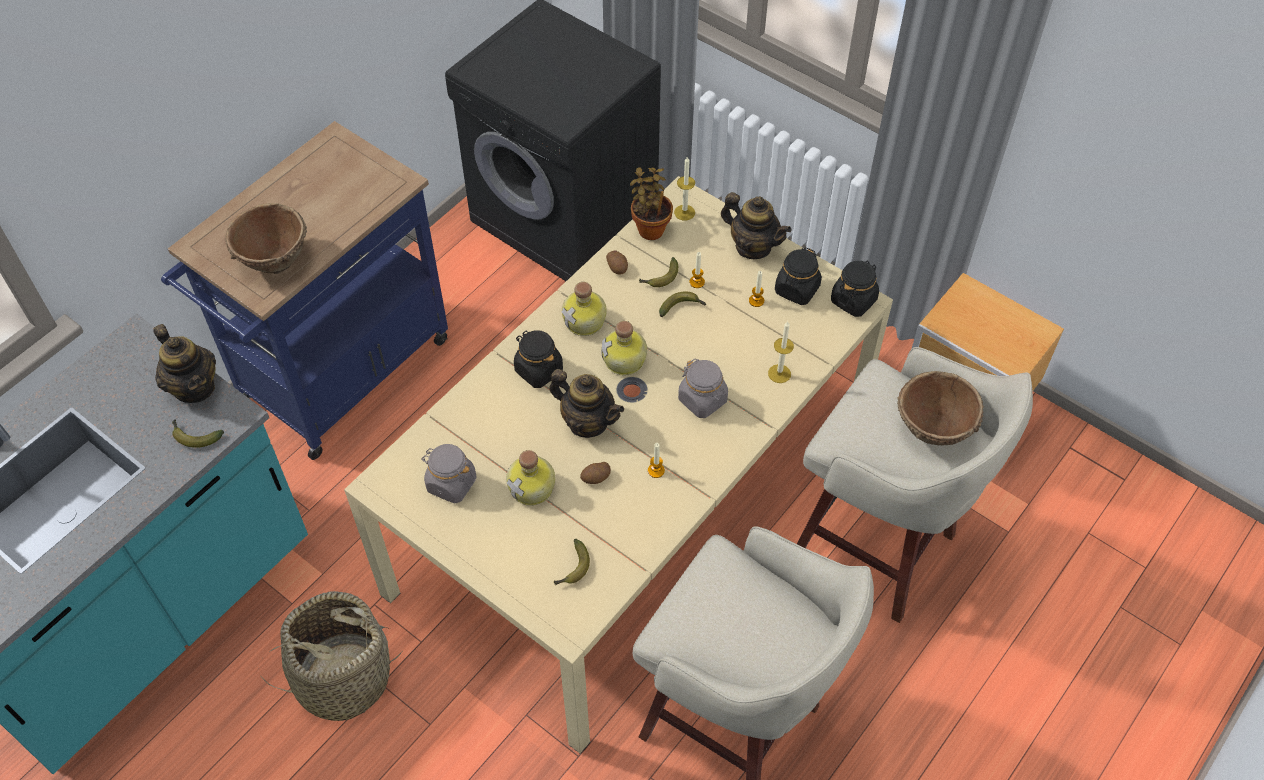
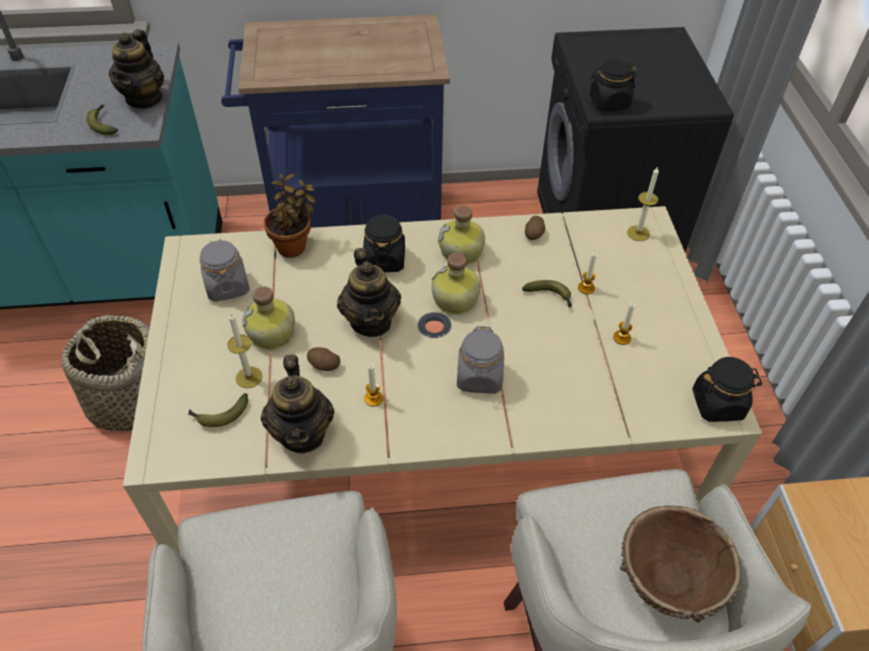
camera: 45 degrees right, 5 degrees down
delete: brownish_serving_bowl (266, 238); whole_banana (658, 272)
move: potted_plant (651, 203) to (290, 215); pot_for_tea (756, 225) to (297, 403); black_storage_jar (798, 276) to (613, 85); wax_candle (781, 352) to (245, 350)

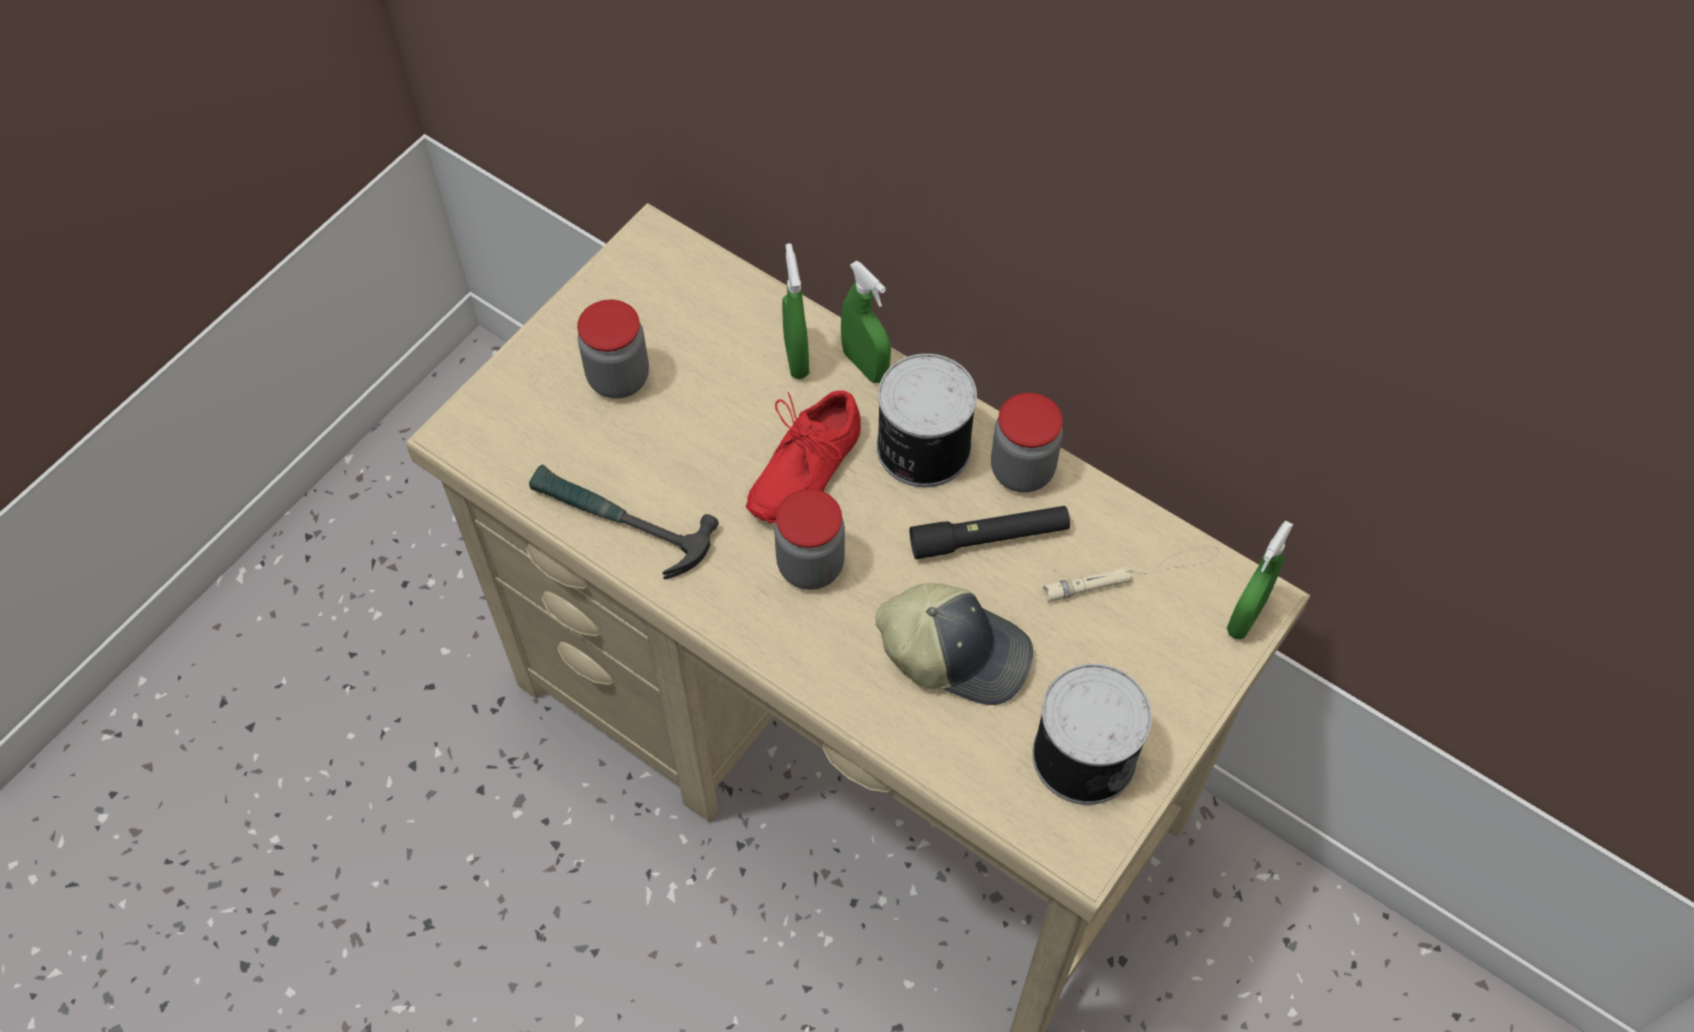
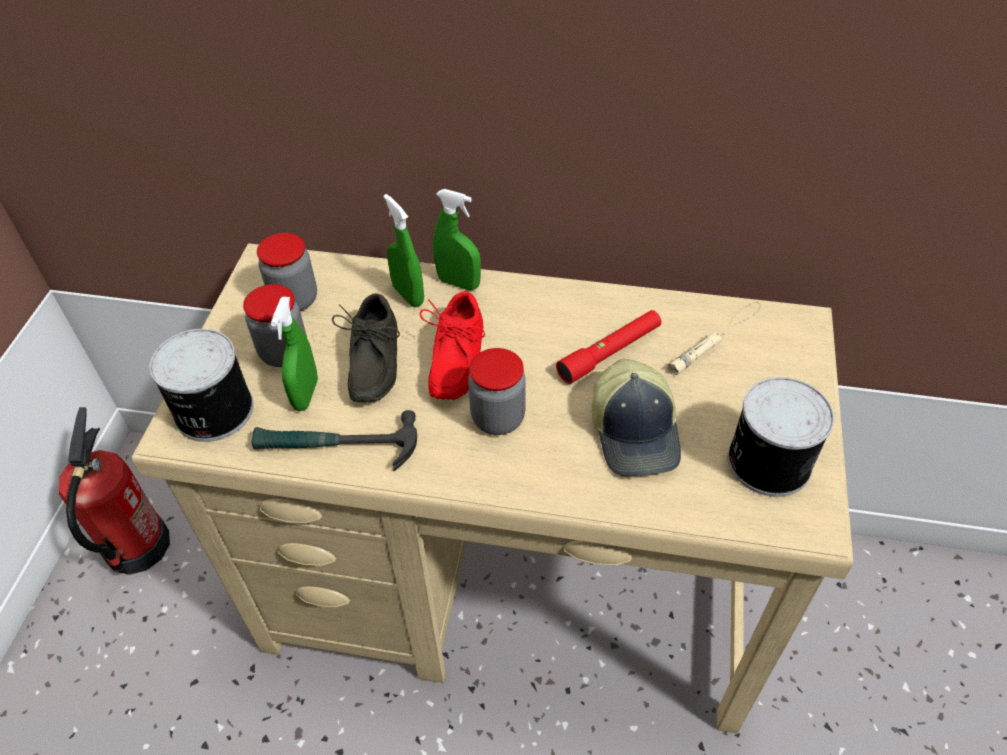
camera: 25 degrees left, 10 degrees down
insert: gray_item_of_footwear (366, 348); extinguisher (114, 491)
move: sealed_can (927, 420) to (201, 385); storage_jar (1027, 443) to (287, 272); green-coloured_sprayer (1260, 579) to (294, 354)
recolor: black_torch (990, 532) to red-coloured_torch (608, 347)
rotate: peaked_cap (954, 644) = (636, 417) 90 degrees clockwise

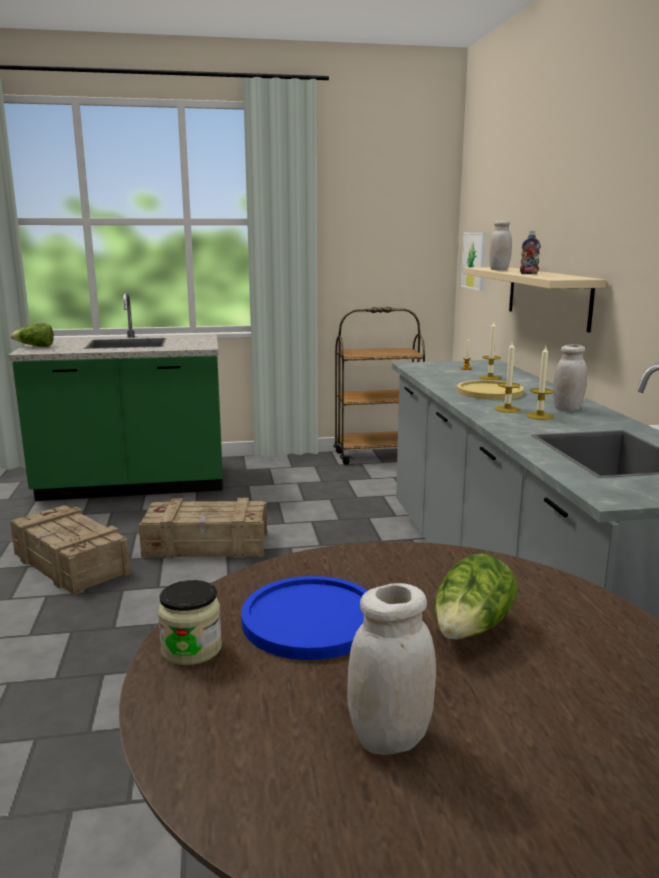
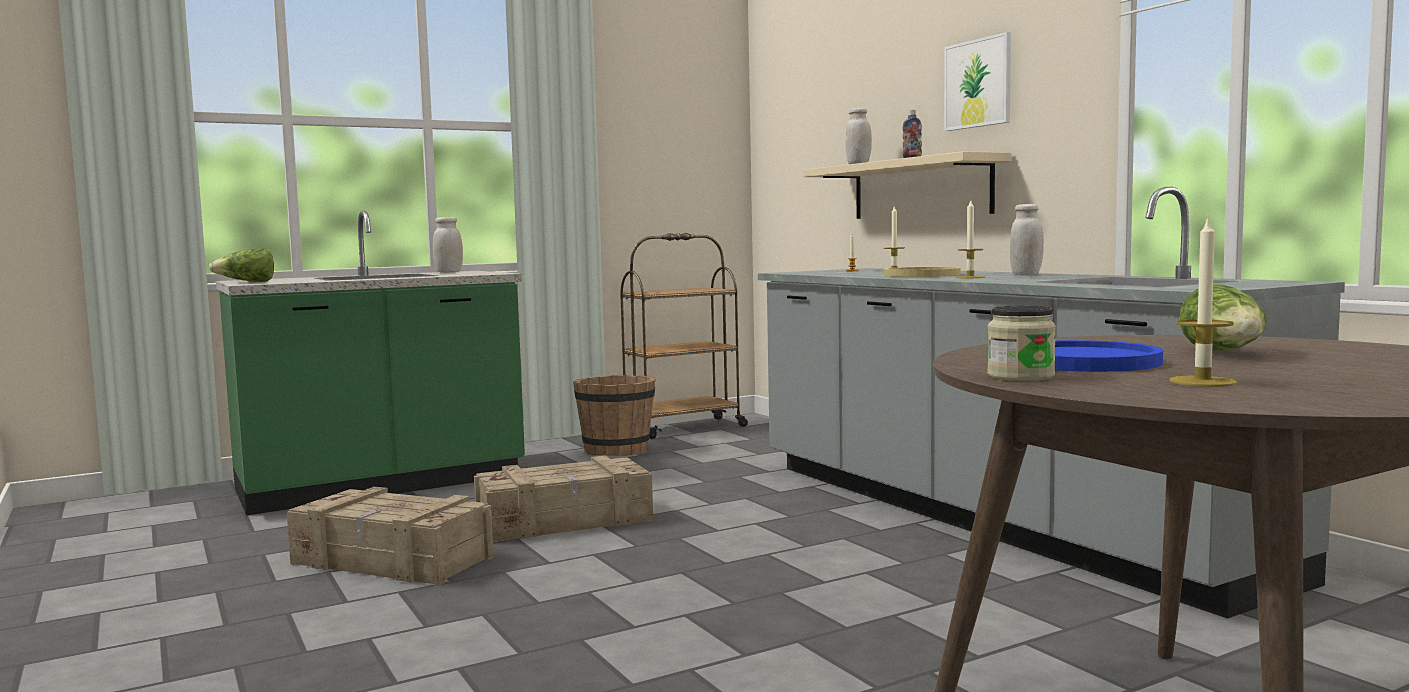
camera: 20 degrees left, 10 degrees down
insert: brownish_pail (614, 415)
move: wall_art (473, 262) to (977, 81); wax_candle (540, 383) to (1203, 302); white-coloured_storage_jar (391, 669) to (448, 245)

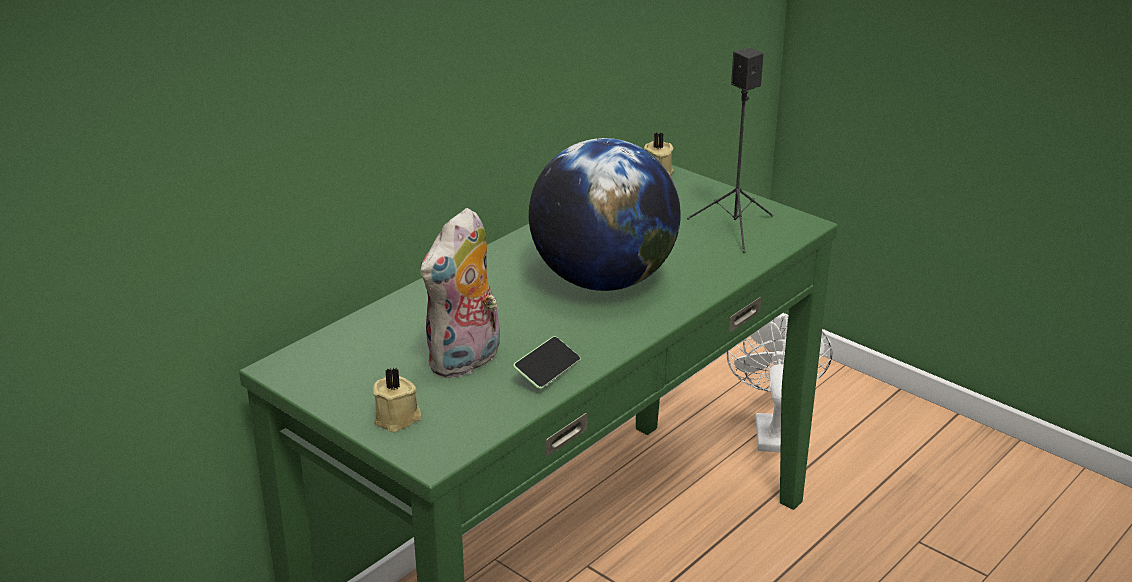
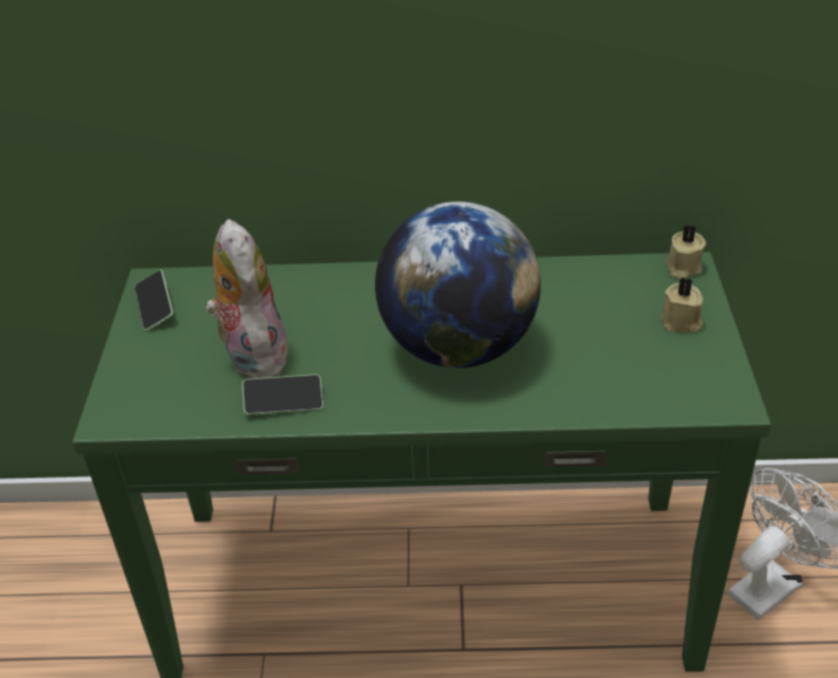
camera: 50 degrees right, 10 degrees up
delete: black_loudspeaker (730, 150)
insert: telephone (153, 300)
move: sand-coloured_wax_candle (397, 399) to (681, 305)
rotate: plush_toy (460, 293) = (247, 299) 75 degrees clockwise

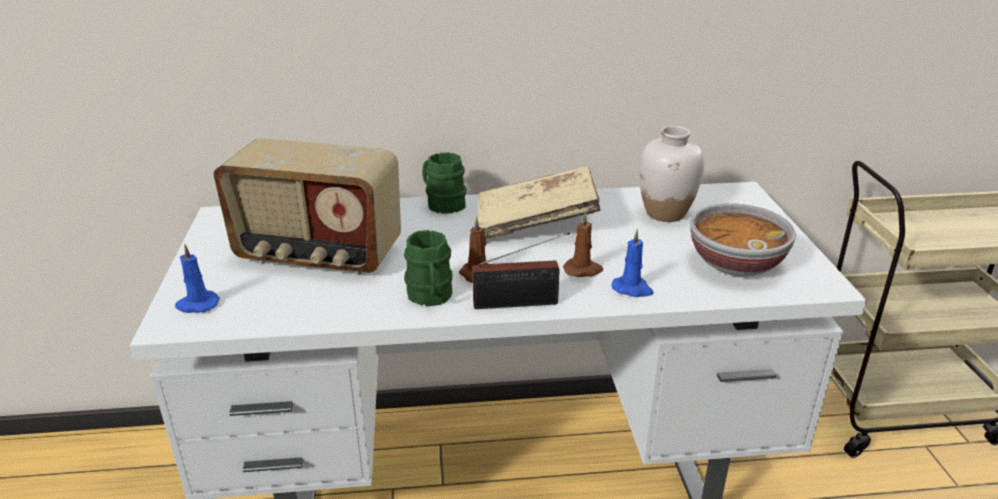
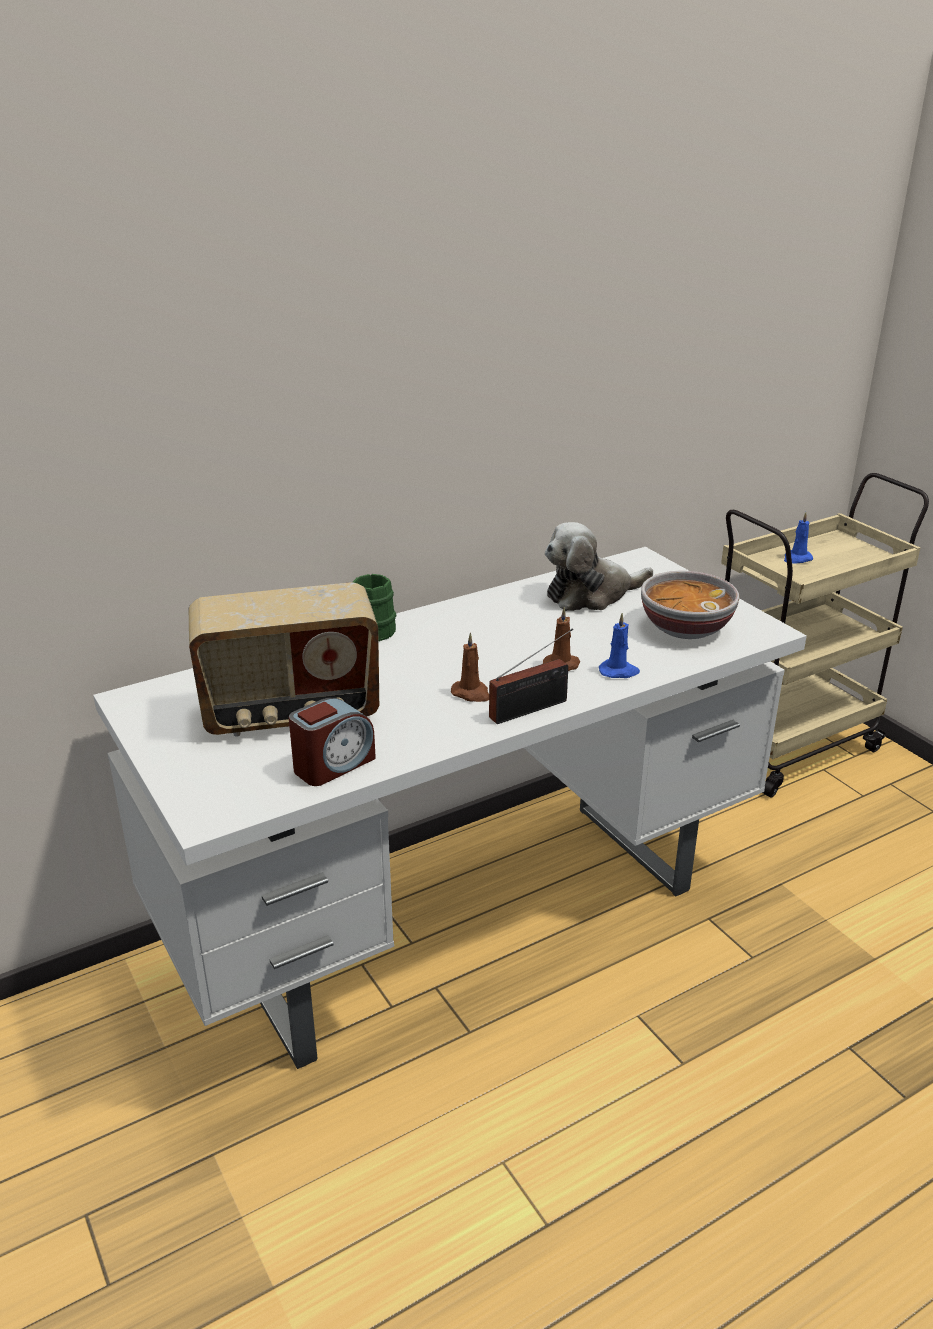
camera: 25 degrees left, 0 degrees up
delete: sand-coloured_bound_book (539, 202); green-coloured_tea_mug (428, 268)
insert: bedside_clock (332, 742)
move: bluish_wax_candle (197, 278) to (798, 538)
replace: white-coloured_vase (671, 174) to plush_toy (599, 566)

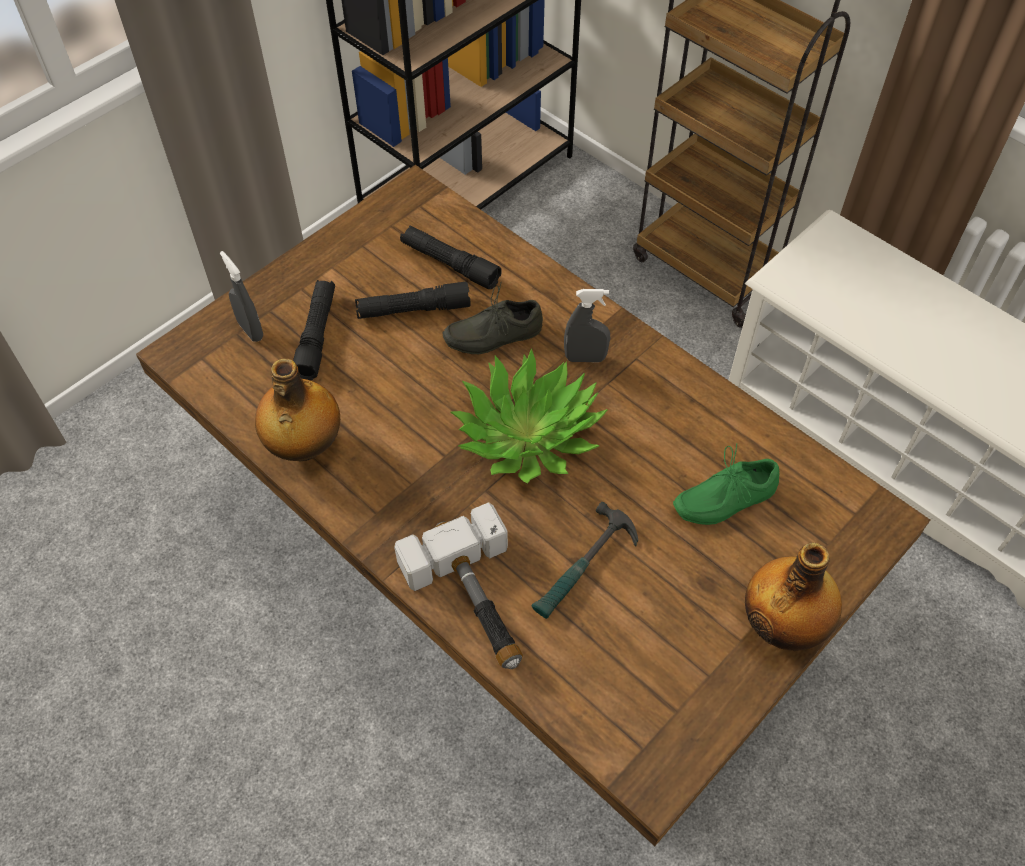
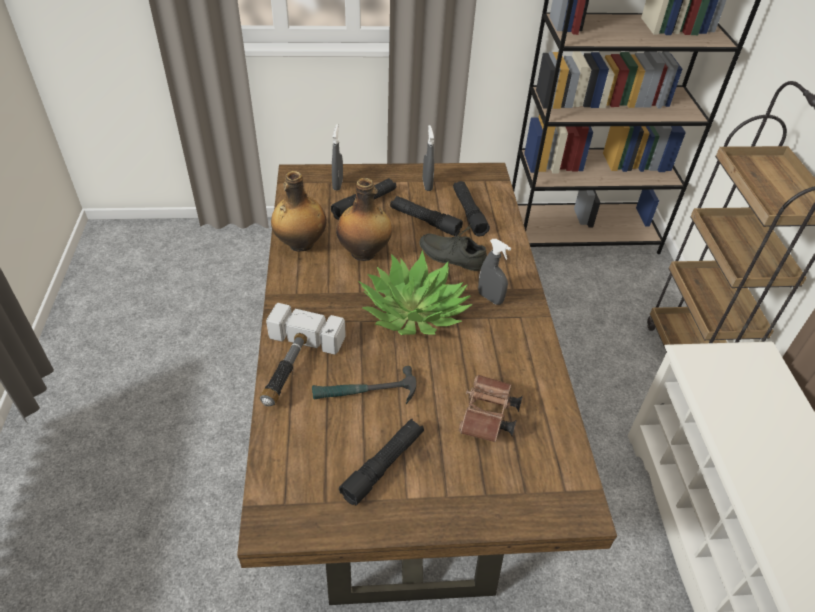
camera: 40 degrees right, 10 degrees down
insert: gray_sprayer (428, 158); black_torch (381, 461)
move: beverage_bottle (793, 596) to (364, 219)
replace: green-coloured_item_of_footwear (726, 484) to brownish_pair_of_binoculars (491, 409)

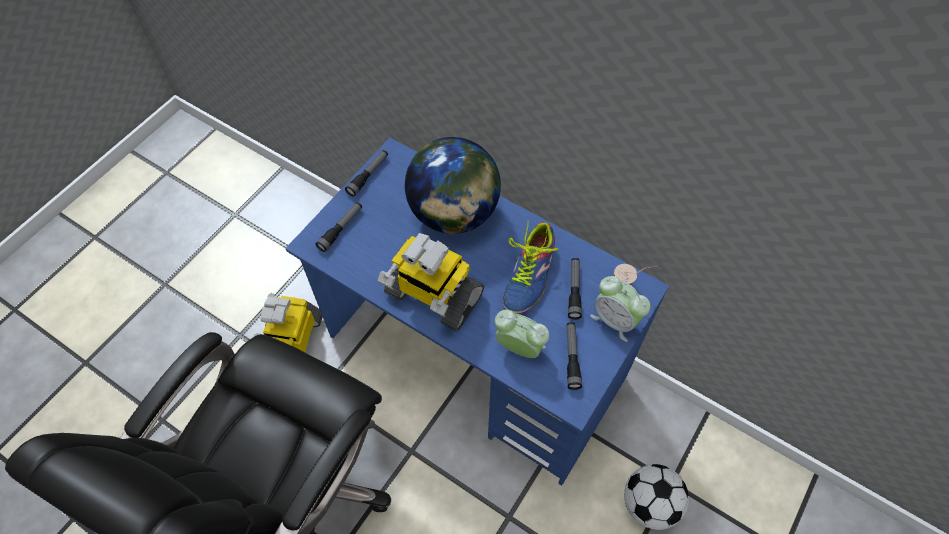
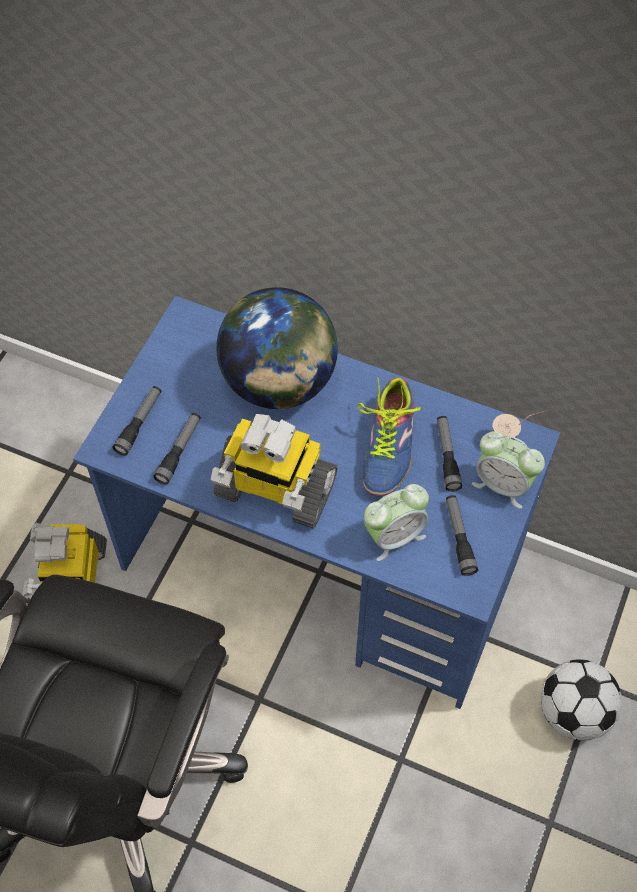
camera: 10 degrees left, 0 degrees up
move: torch (366, 173) to (177, 449)
rotate: bedside_clock (522, 333) = (396, 522) 135 degrees clockwise

